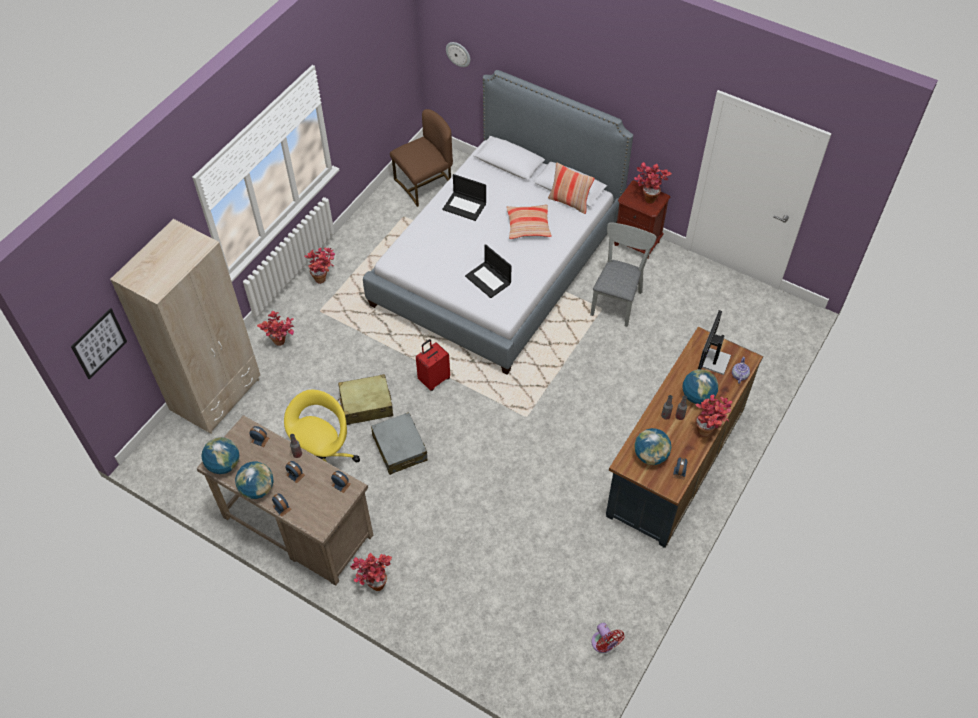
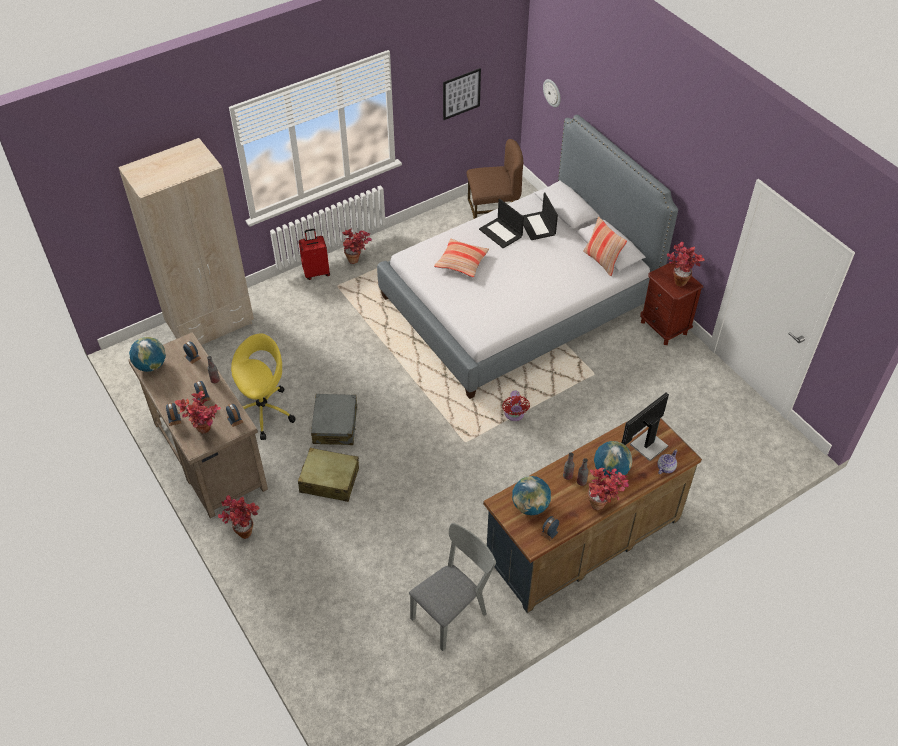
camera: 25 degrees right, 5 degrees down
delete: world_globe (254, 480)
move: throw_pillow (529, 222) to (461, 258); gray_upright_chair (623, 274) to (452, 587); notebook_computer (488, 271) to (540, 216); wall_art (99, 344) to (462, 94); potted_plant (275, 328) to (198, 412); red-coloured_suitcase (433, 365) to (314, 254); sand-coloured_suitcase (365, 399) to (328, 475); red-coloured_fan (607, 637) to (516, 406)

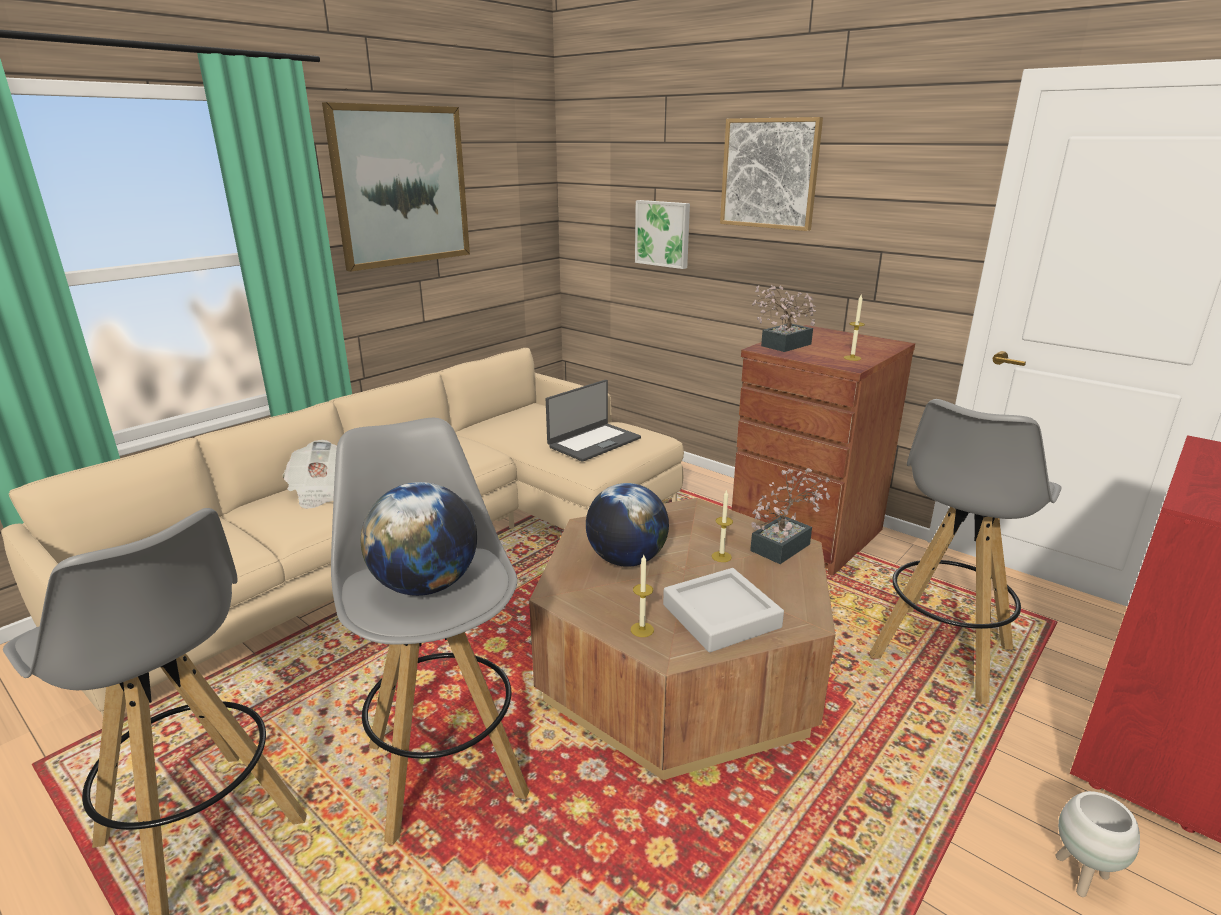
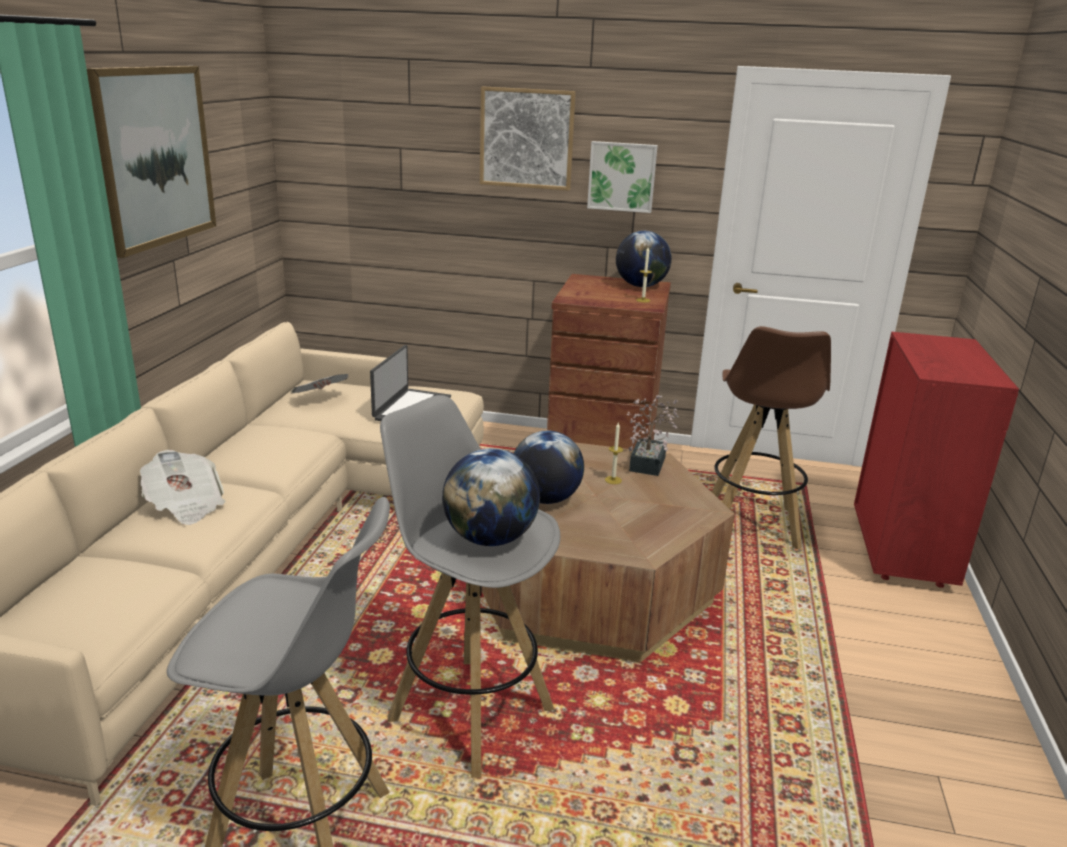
camera: 30 degrees left, 0 degrees up
delete: potted_plant (784, 318); wax_candle (642, 596); gray_tray (723, 610); white-coloured_plant_pot (1098, 844)
insert: world_globe (644, 259); newspaper (319, 384)
move: wall_art (662, 234) to (622, 177)
recolor: gray_stool (965, 551) to brownish_stool (771, 437)

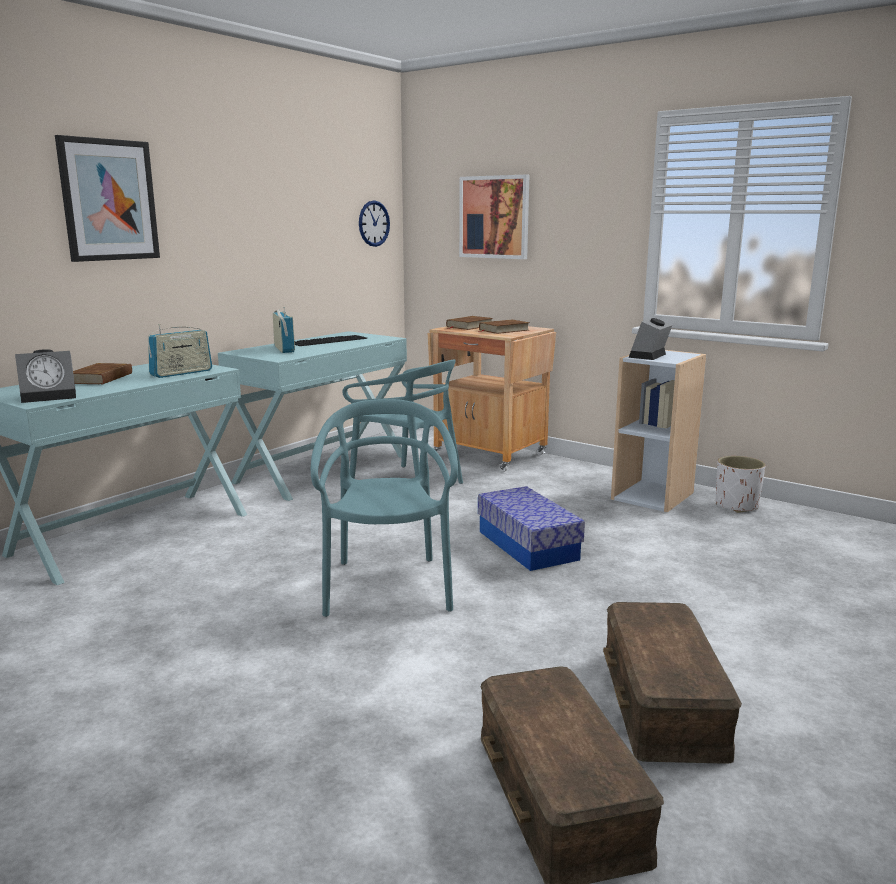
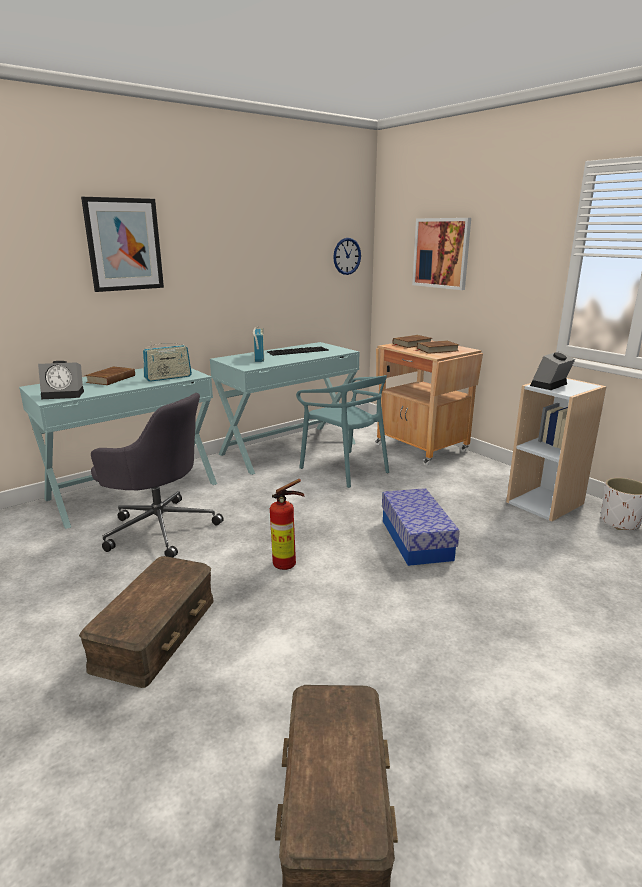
camera: 15 degrees right, 5 degrees up
insert: gray_office_chair (157, 475)
move: brownish_storage_box (672, 683) to (146, 622)
replace: blue-green_upright_chair (384, 508) to extinguisher (287, 524)

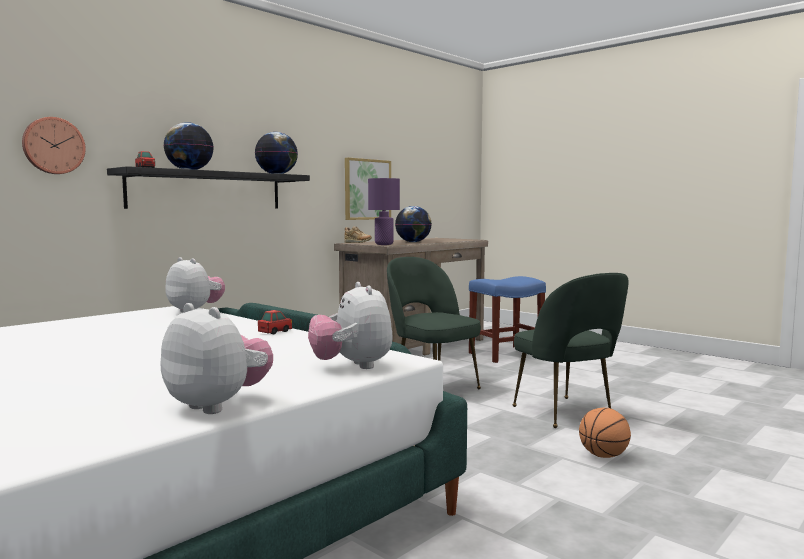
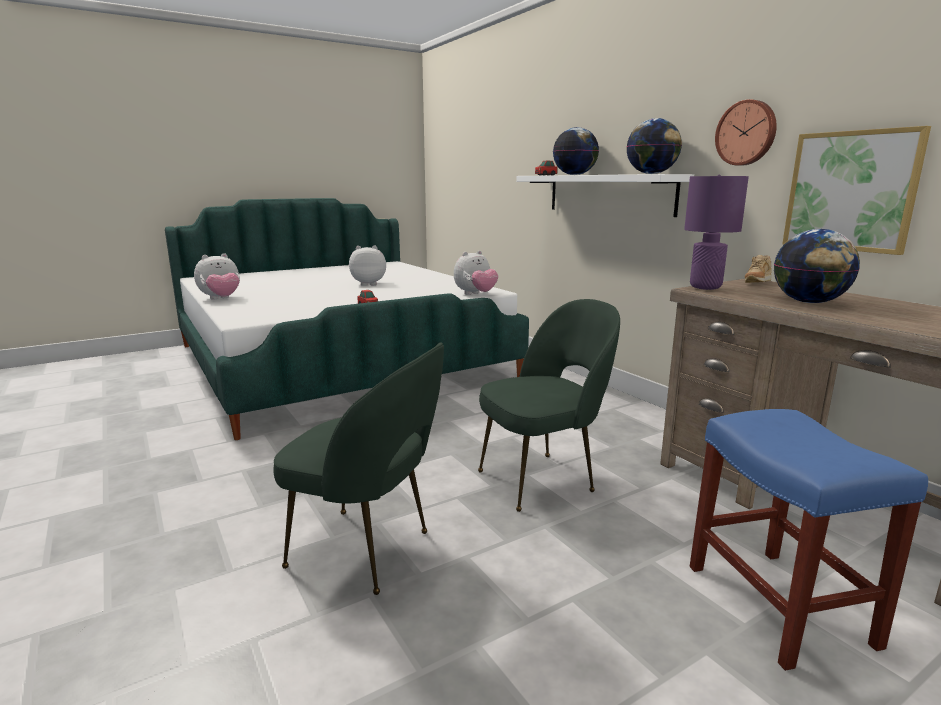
camera: 105 degrees right, 10 degrees up
delete: ball_for_basketball (605, 433)
move: hanging_clock (54, 145) to (746, 132); plush_toy (350, 325) to (367, 266)
recolor: black_shelf (208, 187) to white-coloured_shelf (605, 195)
rotate: green-coloured_upright_chair (571, 350) = (358, 468) 150 degrees counterclockwise

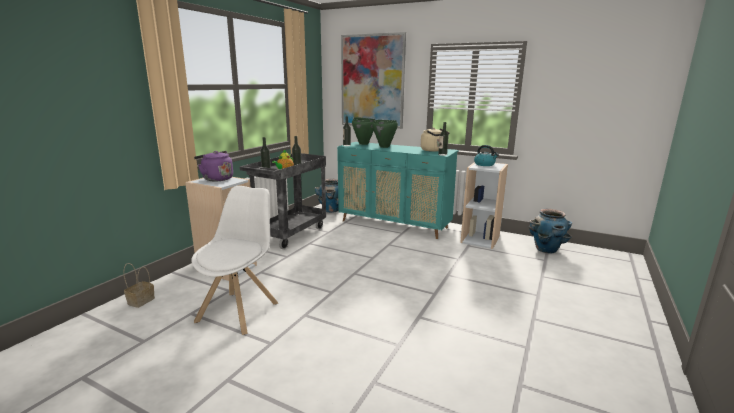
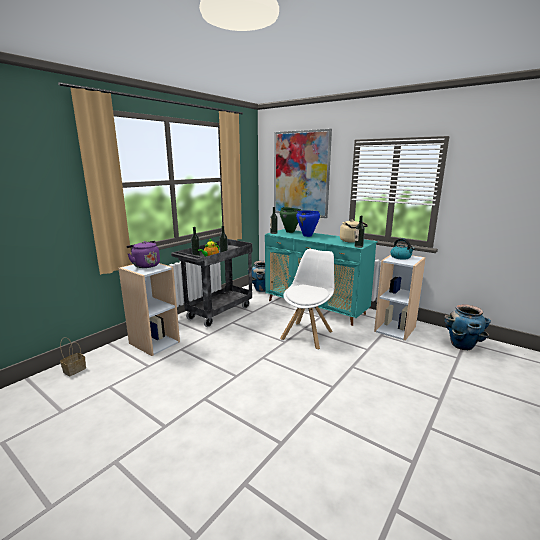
camera: 10 degrees right, 0 degrees up
move: white-coloured_upright_chair (235, 260) to (307, 299)
recolor: green-coloured_stockpot (385, 134) to bluish_stockpot (308, 223)

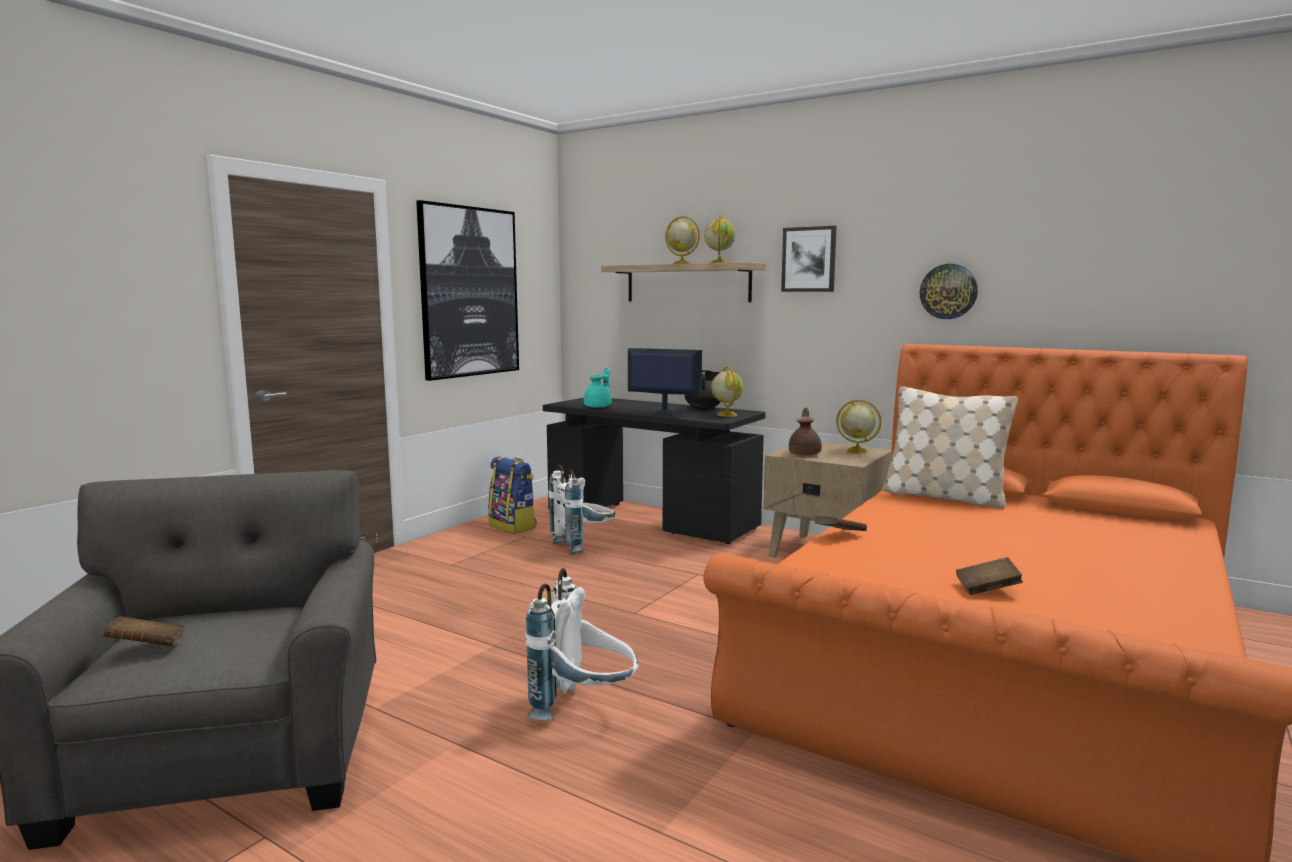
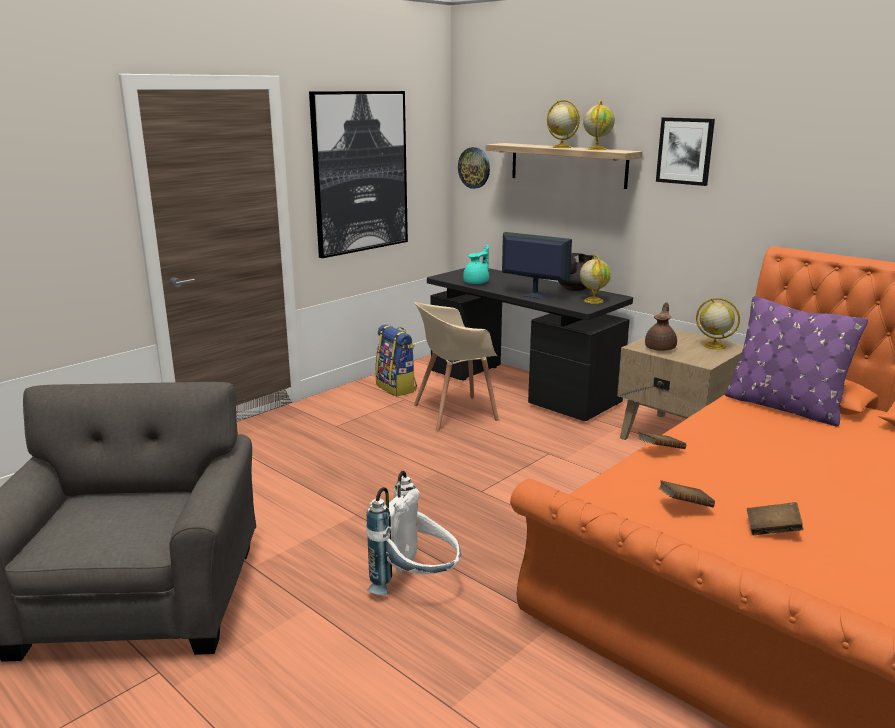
camera: 10 degrees right, 10 degrees up
move: hanging_clock (949, 291) to (474, 168); brownish_bound_book (144, 631) to (687, 493)
replace: white-coloured_backpack (581, 509) to sand-coloured_upright_chair (456, 366)
recolor: sand-coloured_throw_pillow (950, 447) to purple-coloured_throw_pillow (796, 361)

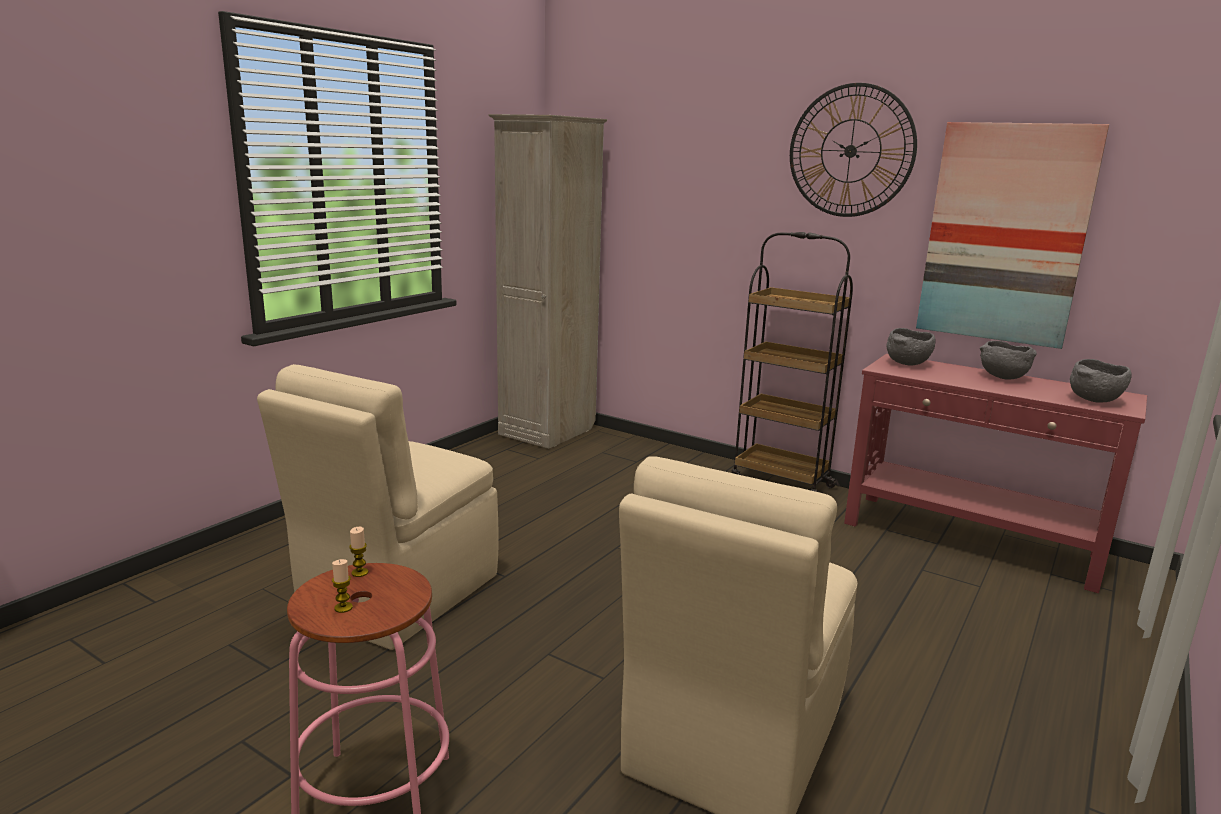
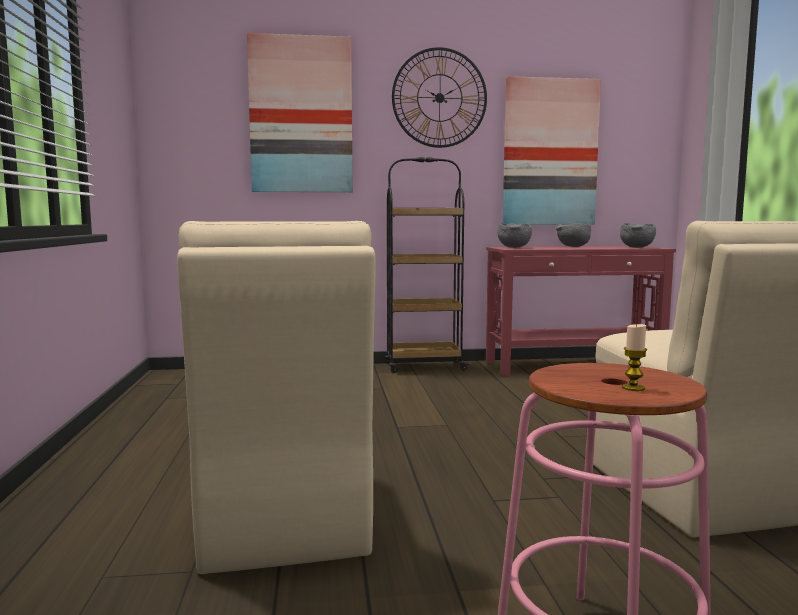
camera: 40 degrees left, 10 degrees down
delete: sand-coloured_cupboard (548, 281); wax_candle (358, 552)
insert: wall_art (300, 112)

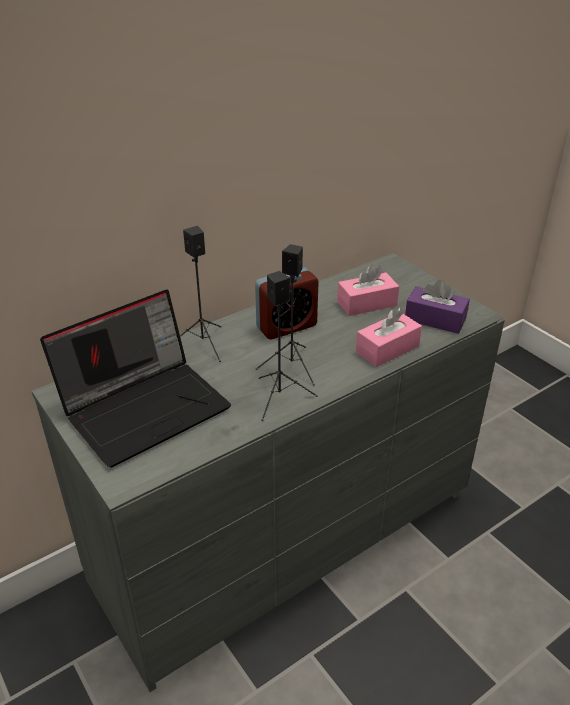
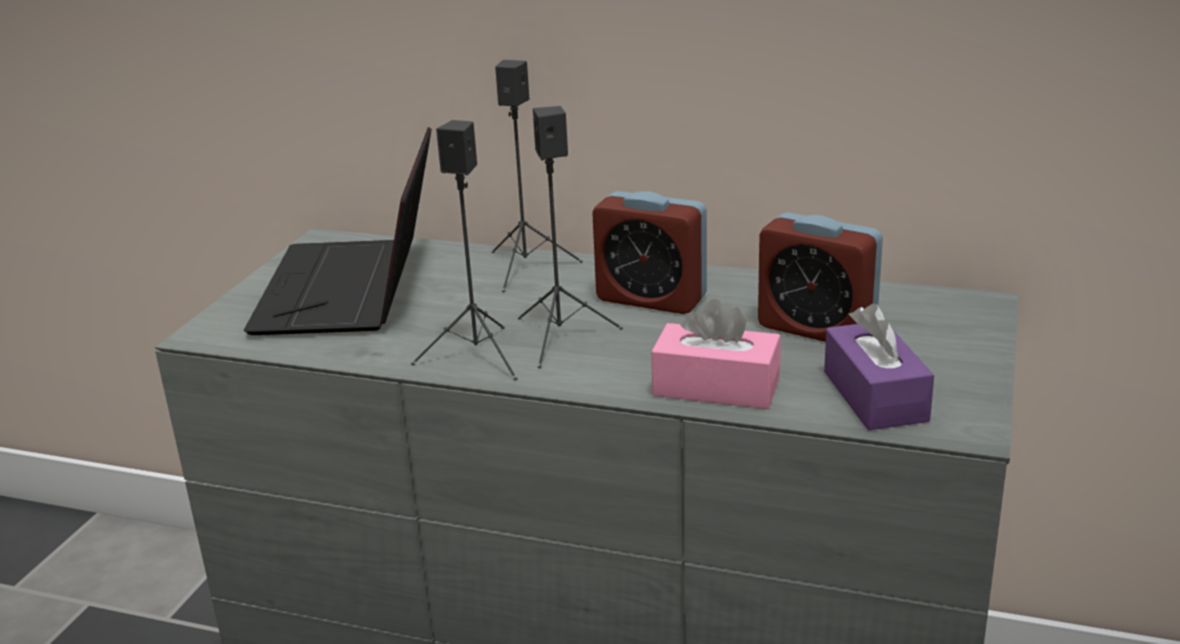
camera: 55 degrees right, 10 degrees down
replace: pinkish_box_of_tissues (368, 290) to bedside_clock (820, 277)
rotate: notebook_computer (135, 378) = (338, 231) 75 degrees clockwise

